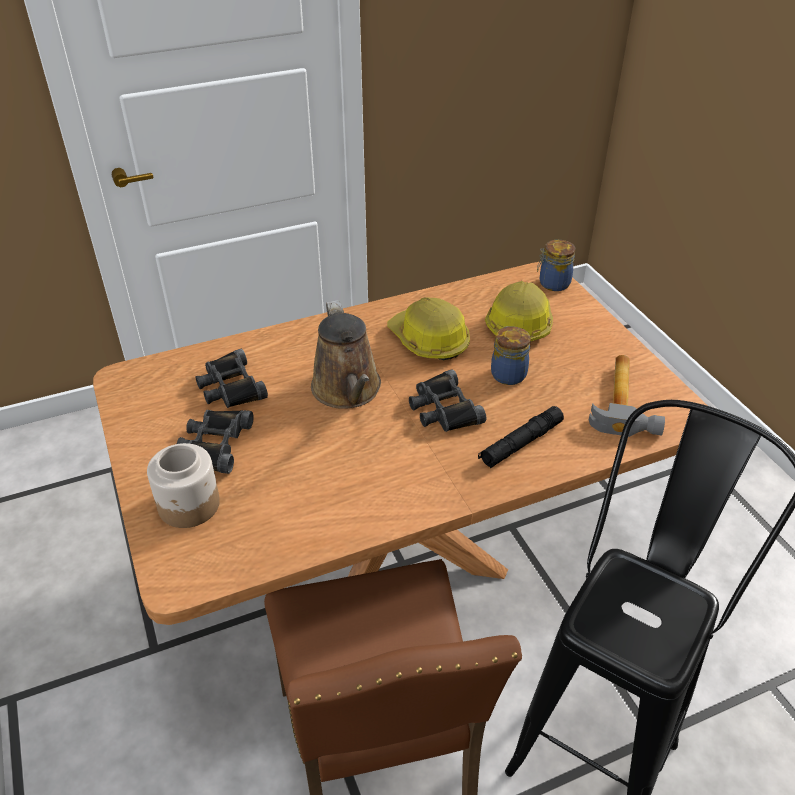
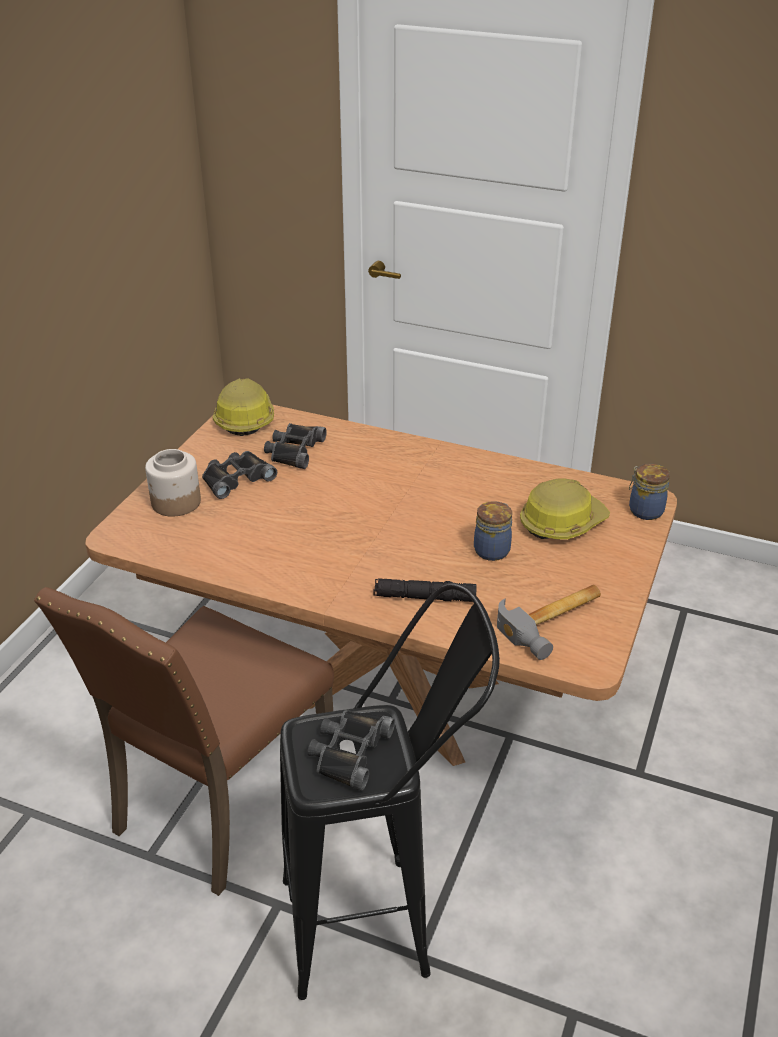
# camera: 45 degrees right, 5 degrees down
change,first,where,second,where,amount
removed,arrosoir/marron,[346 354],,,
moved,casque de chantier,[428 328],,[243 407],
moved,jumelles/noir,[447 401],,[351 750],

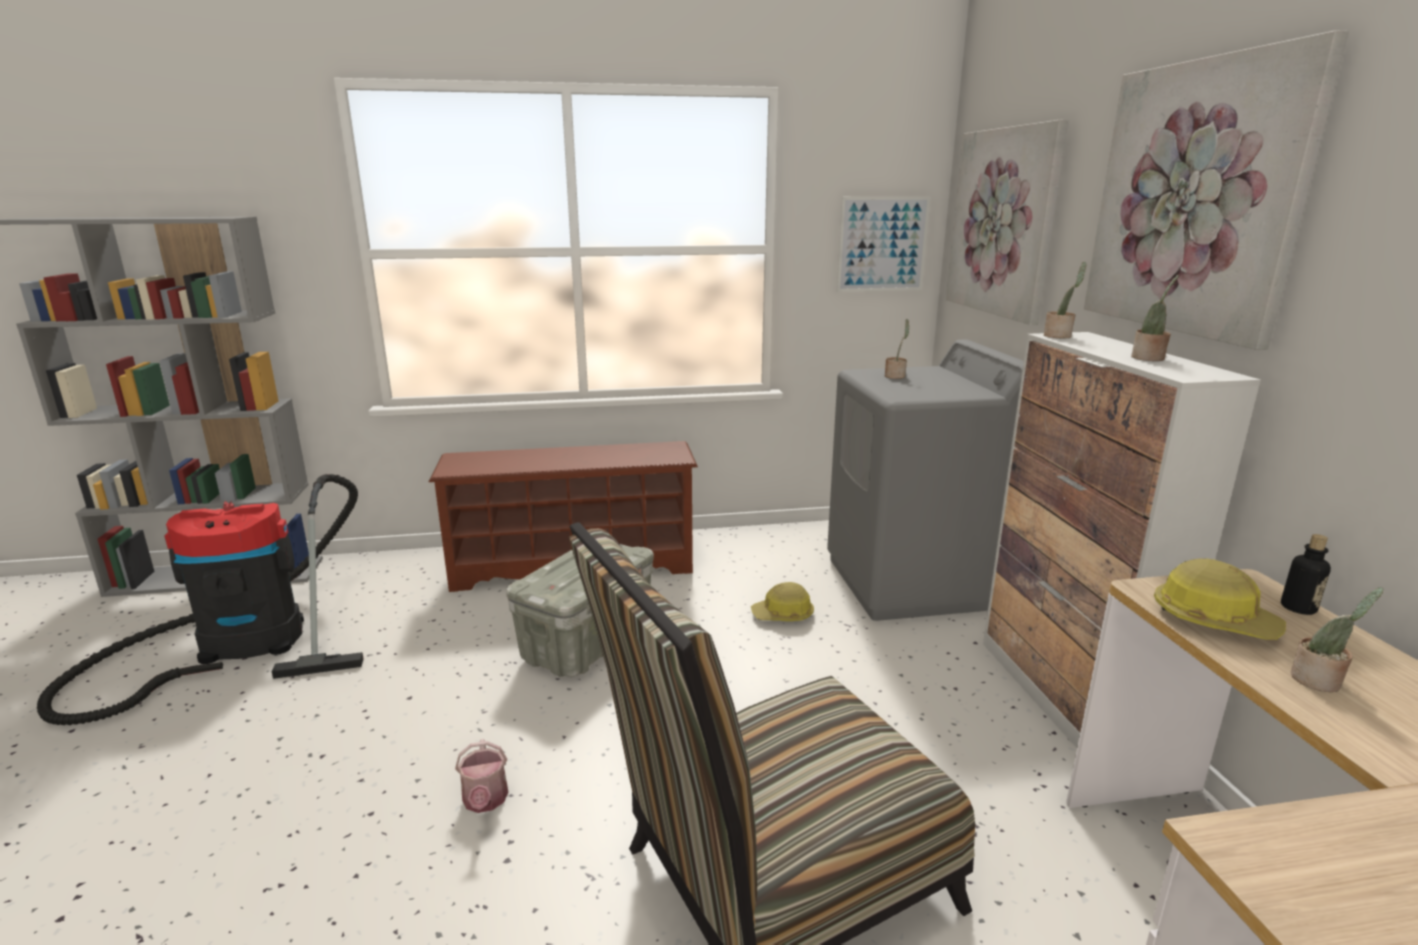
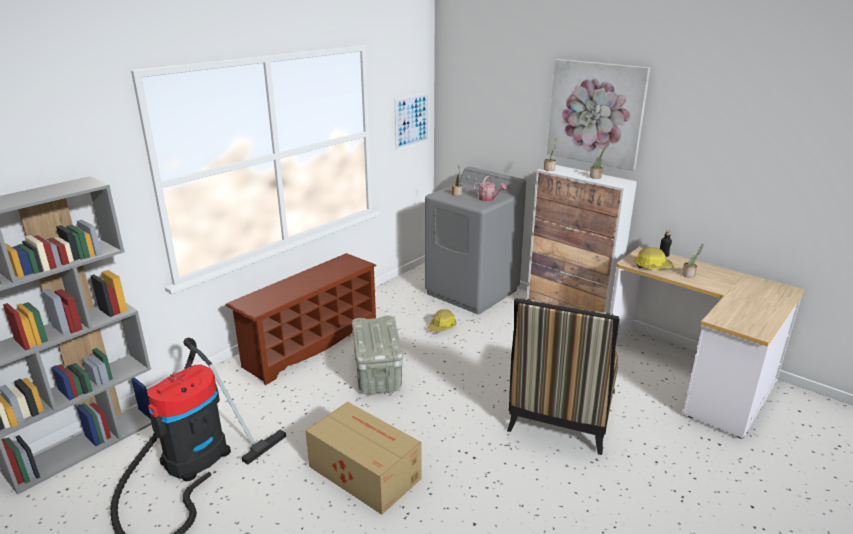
# camera: 40 degrees left, 5 degrees up
change,first,where,second,where,amount
moved,arrosoir,[481 776],,[490 189],
removed,tableau,[1007 222],,,
added,,,carton,[363 458],

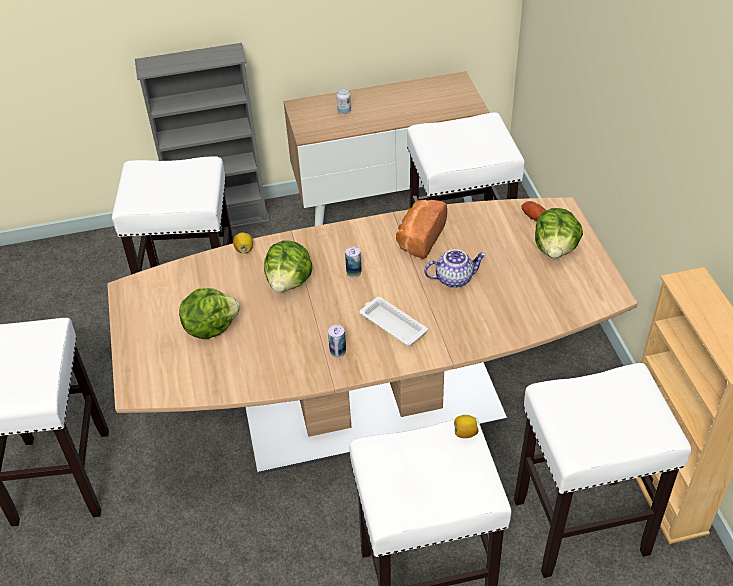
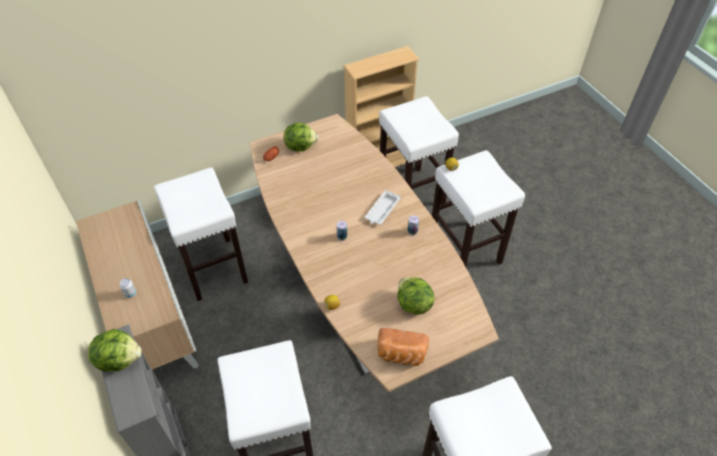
# camera: 105 degrees left, 5 degrees up
change,first,where,second,where,amount
moved,laitue,[288 266],,[115 350],
moved,pain,[421 229],,[403 347],
removed,théière,[455 268],,,

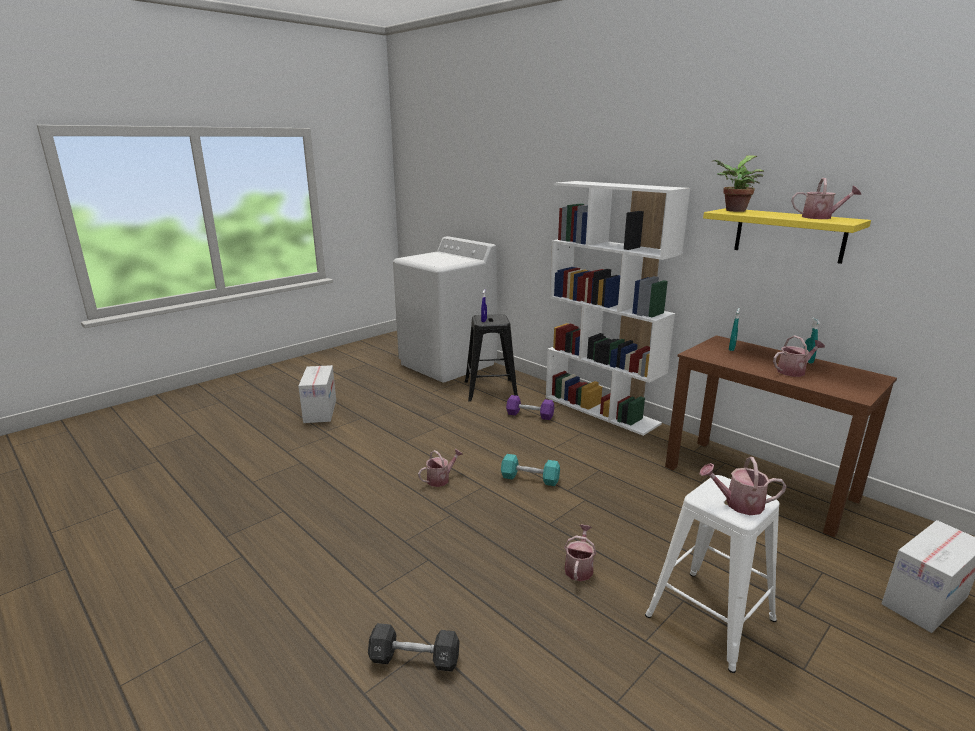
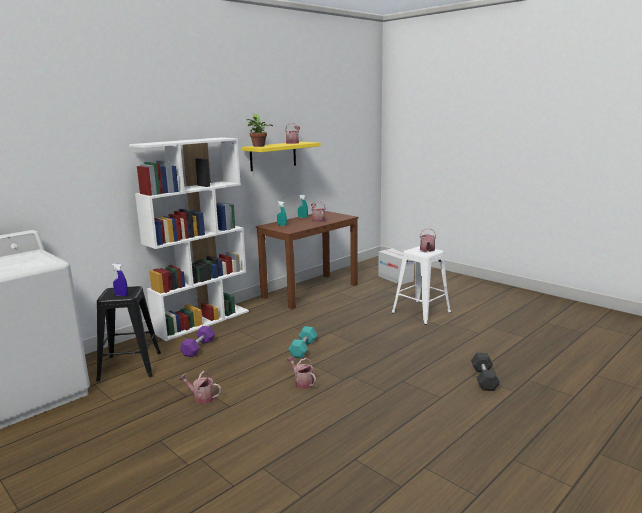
# camera: 90 degrees left, 5 degrees down
change,first,where,second,where,amount
removed,carton,[317 394],,,
moved,arrosoir,[580 552],,[200 387],

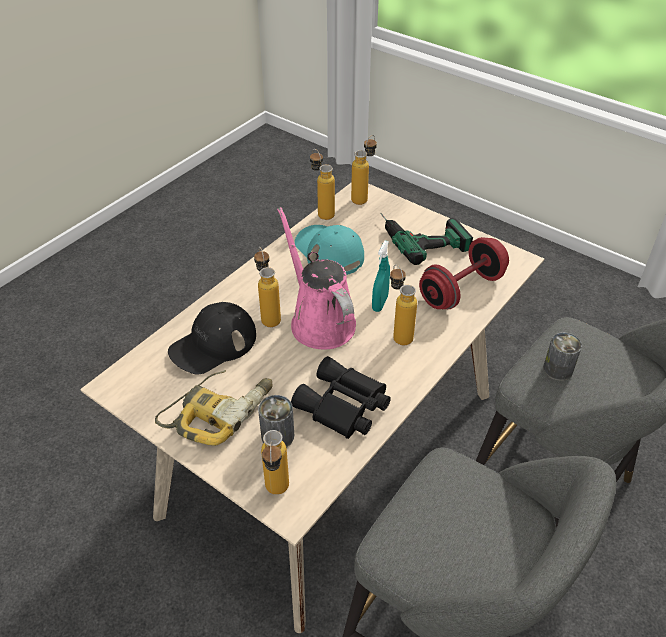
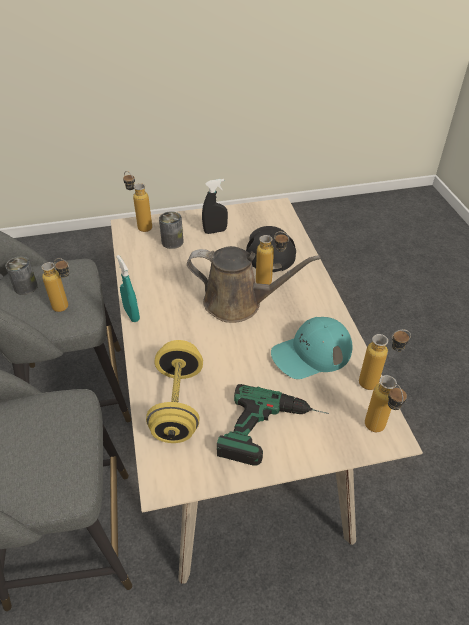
# camera: 130 degrees right, 0 degrees up
change,first,where,second,where,amount
replaced,perceuse,[214 408],vaporisateur/noir,[215 206],
recoloured,arrosoir/rose,[316 278],arrosoir/marron,[253 284],
removed,jumelles/noir,[341 397],,,
turned,casquette/turquoise,[329 250],,[312 348],150 degrees clockwise
moved,vaporisateur/turquoise,[381 276],,[128 288],
moved,bouteille,[403 305],,[55 285],
recoloured,haltère/rouge,[464 273],haltère/jaune,[174 391],
moved,boîte métallique,[562 356],,[22 276],

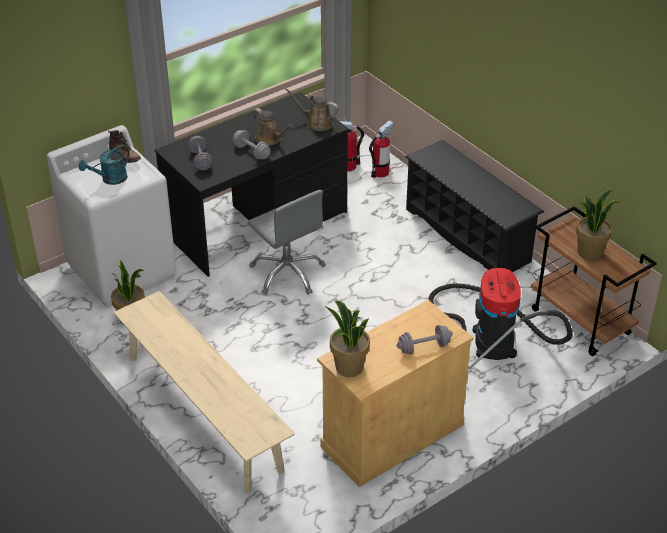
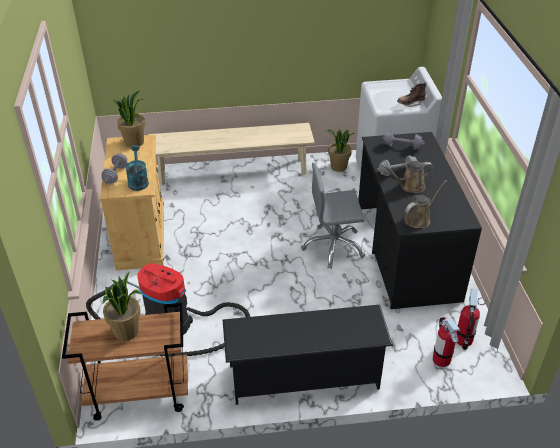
# camera: 120 degrees right, 0 degrees up
change,first,where,second,where,amount
moved,arrosoir/turquoise,[104 165],,[137 168],

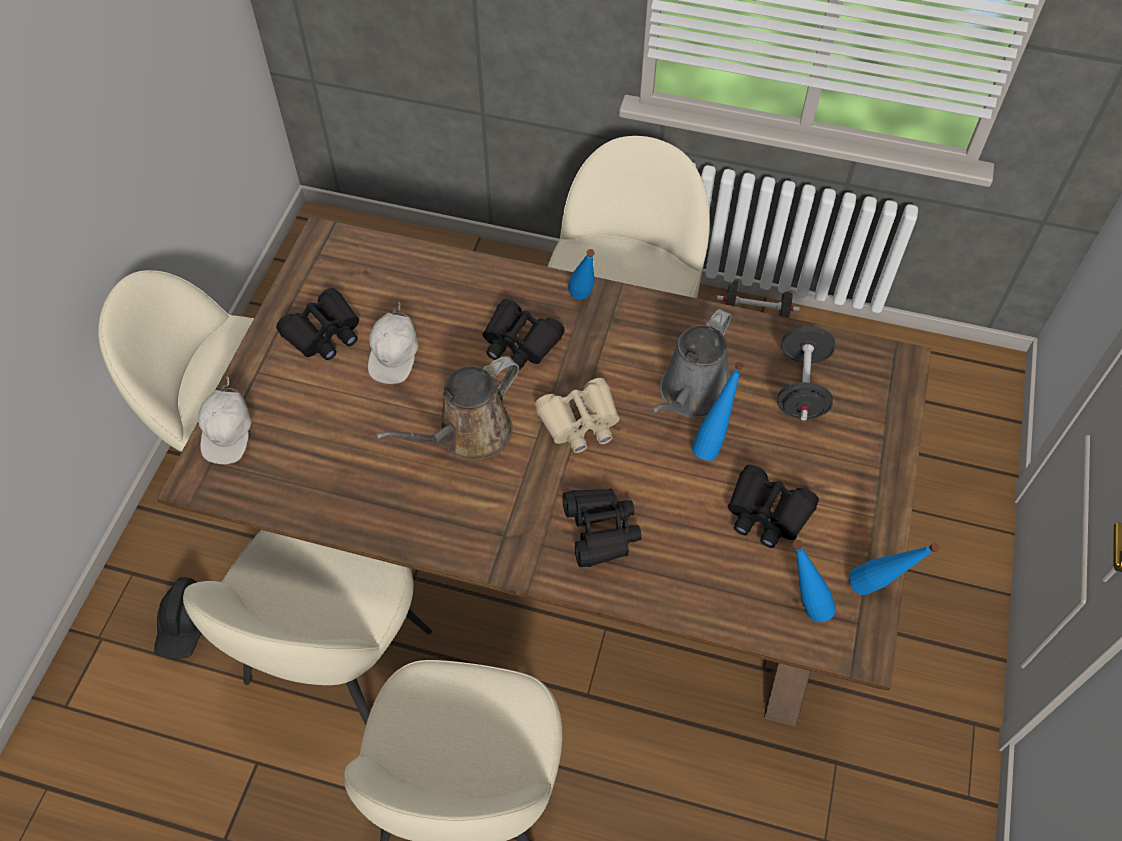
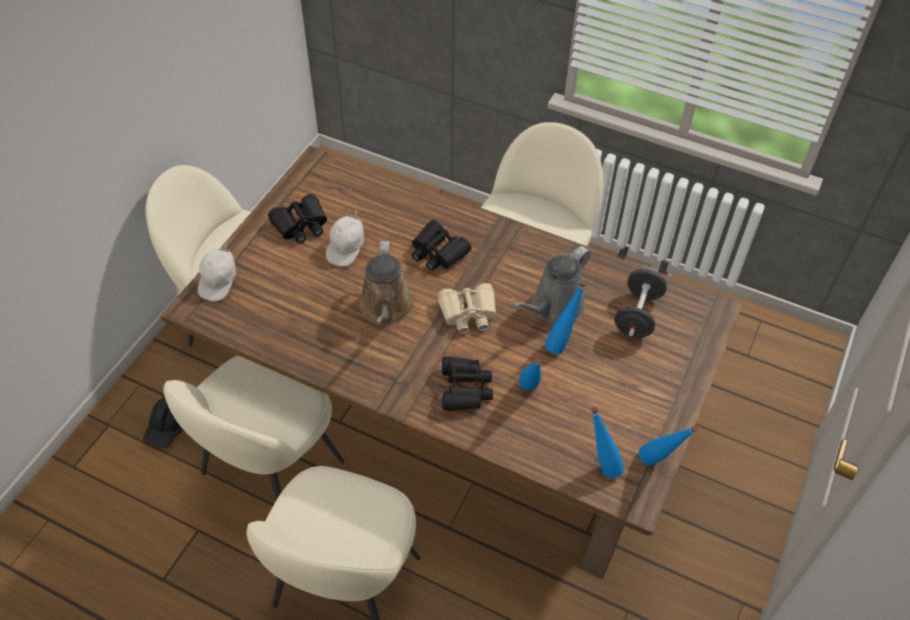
# camera: 10 degrees right, 5 degrees down
change,first,where,second,where,amount
turned,arrosoir/marron,[447 408],,[386 283],60 degrees counterclockwise
moved,bouteille/bleu,[581 274],,[530 374],
removed,jumelles/noir,[773 506],,,

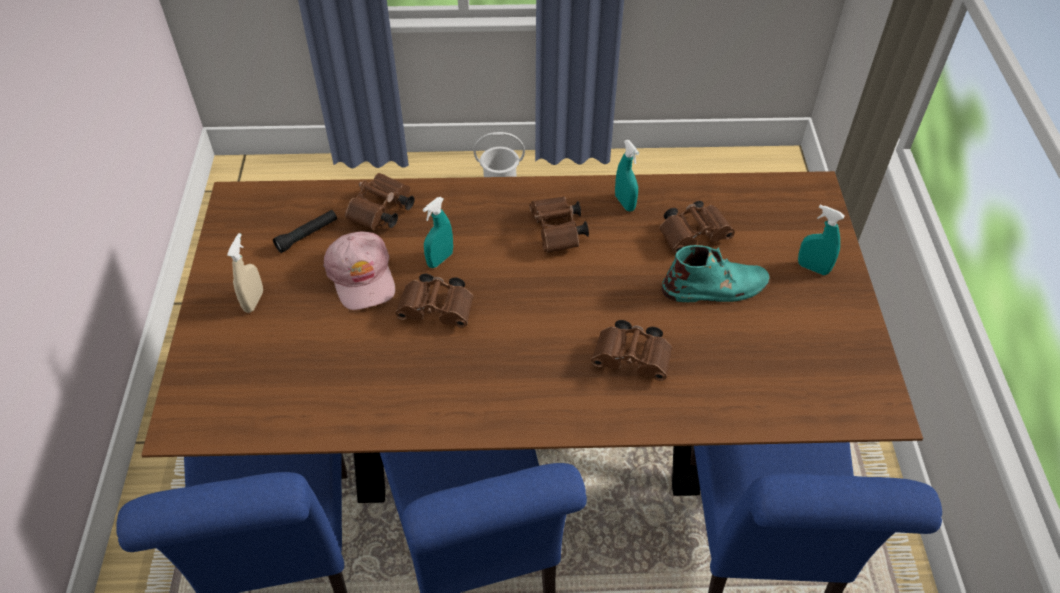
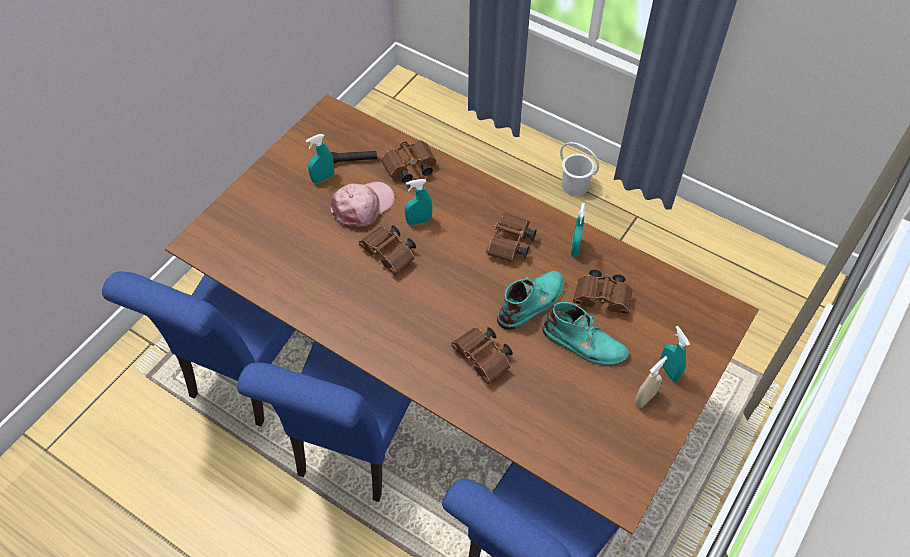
# camera: 35 degrees right, 5 degrees up
change,first,where,second,where,amount
moved,vaporisateur/beige,[245 273],,[651 382],
turned,casquette/rose,[359 271],,[362 204],150 degrees counterclockwise
added,,,vaporisateur/turquoise,[320 158],
added,,,botte/turquoise,[530 300],

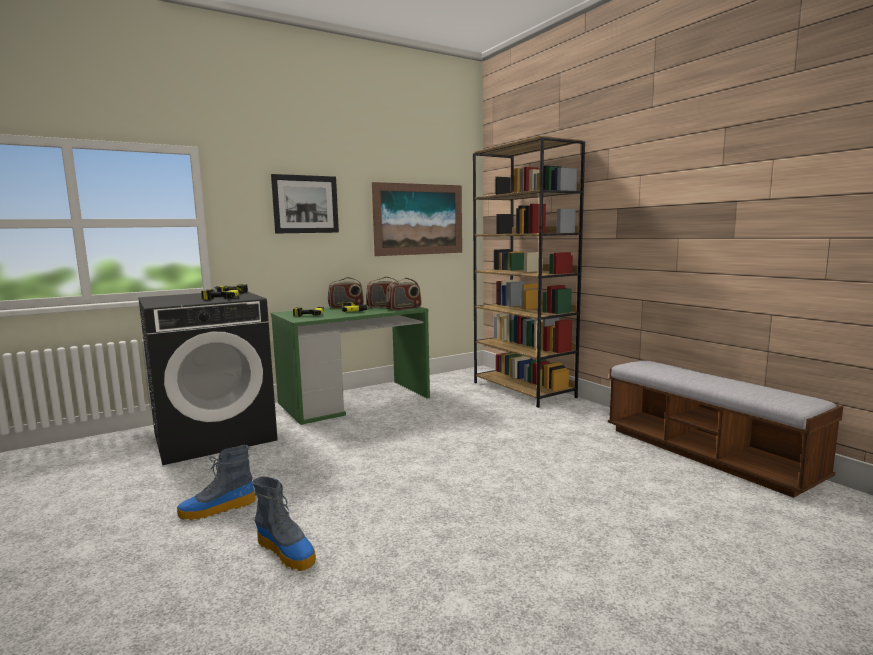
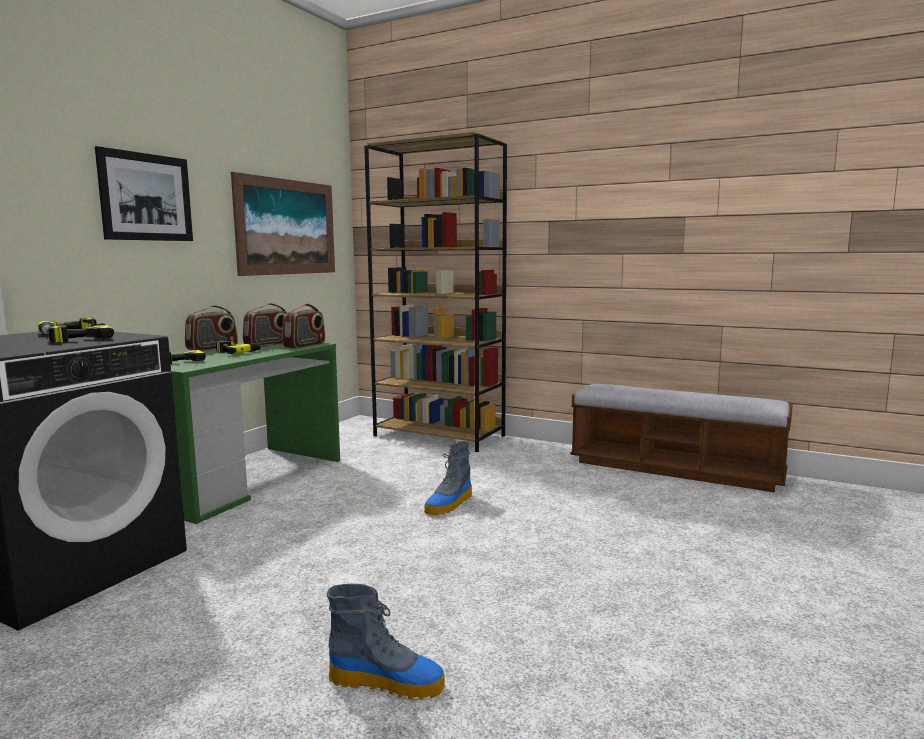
# camera: 30 degrees left, 0 degrees up
change,first,where,second,where,amount
moved,botte,[216 482],,[448 478],

